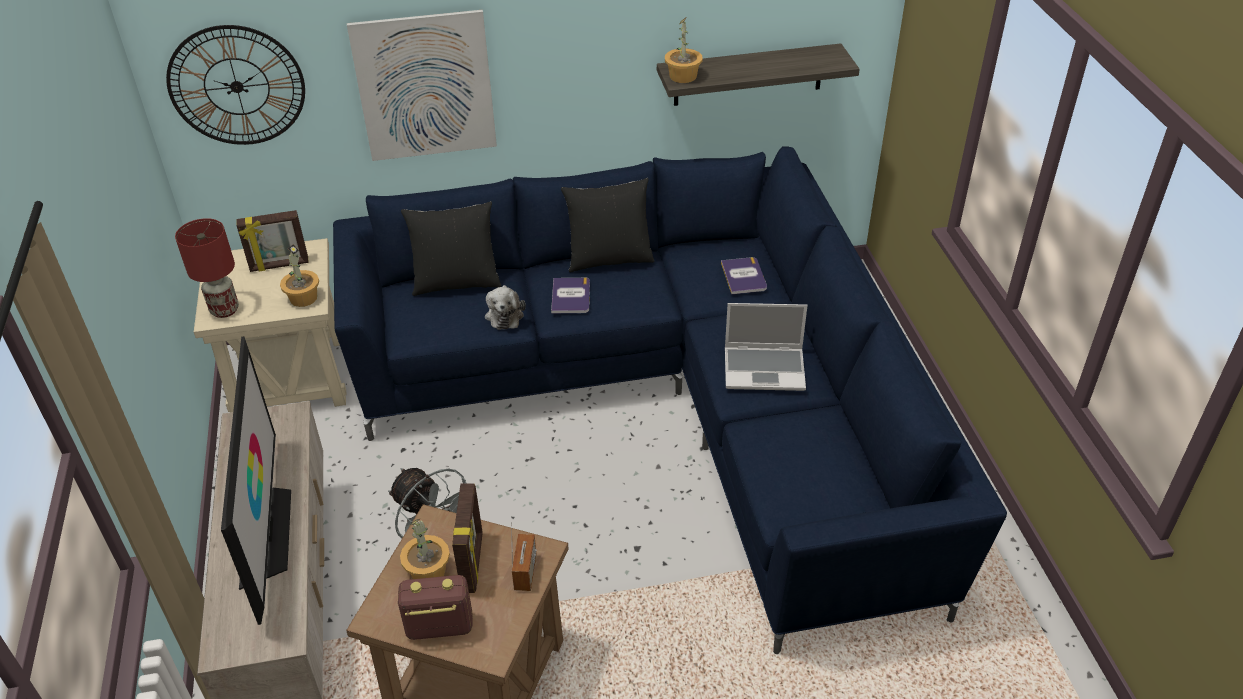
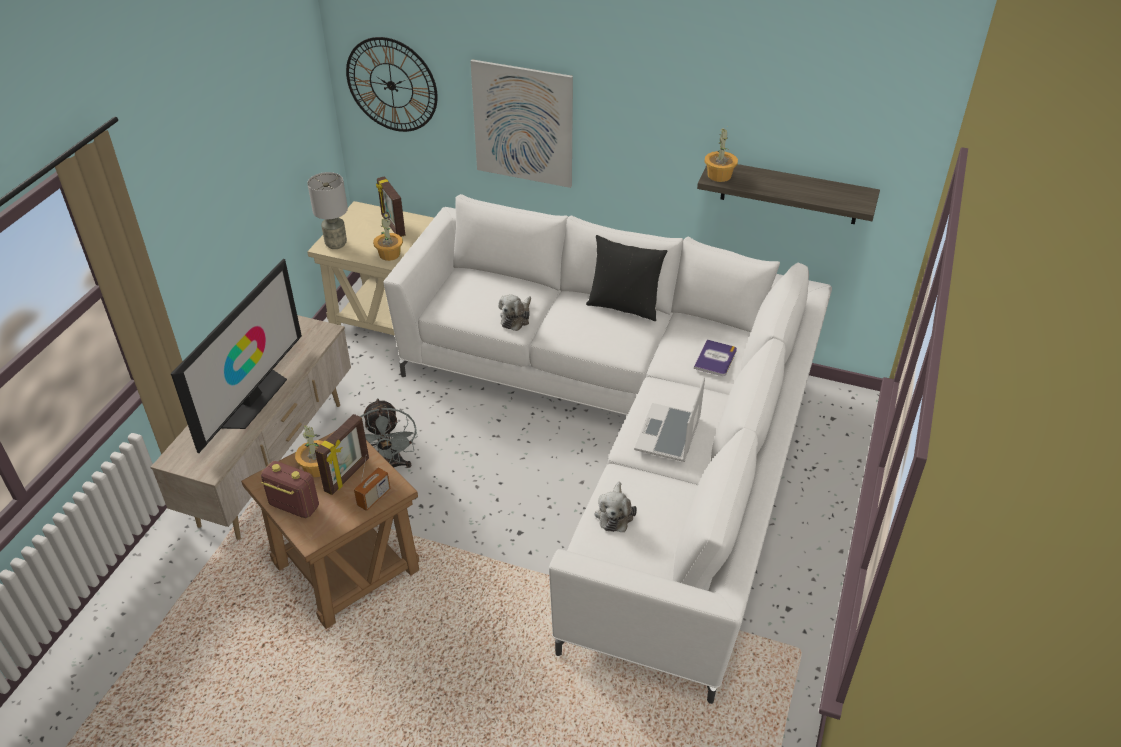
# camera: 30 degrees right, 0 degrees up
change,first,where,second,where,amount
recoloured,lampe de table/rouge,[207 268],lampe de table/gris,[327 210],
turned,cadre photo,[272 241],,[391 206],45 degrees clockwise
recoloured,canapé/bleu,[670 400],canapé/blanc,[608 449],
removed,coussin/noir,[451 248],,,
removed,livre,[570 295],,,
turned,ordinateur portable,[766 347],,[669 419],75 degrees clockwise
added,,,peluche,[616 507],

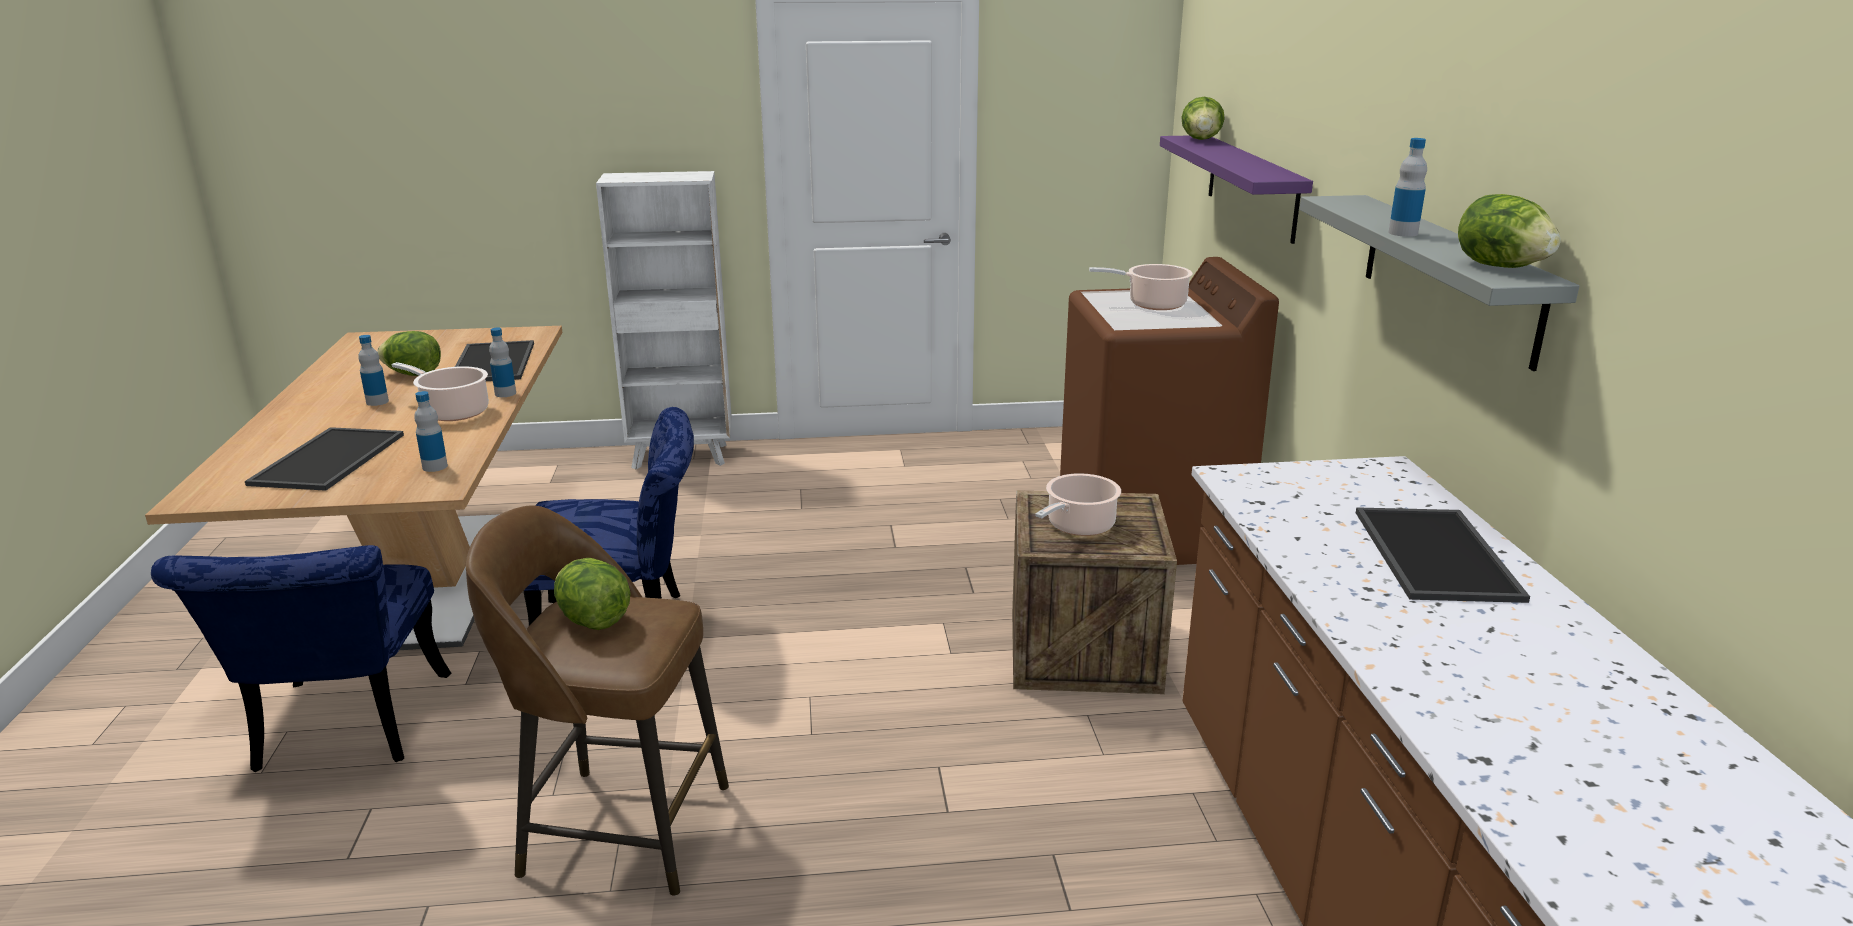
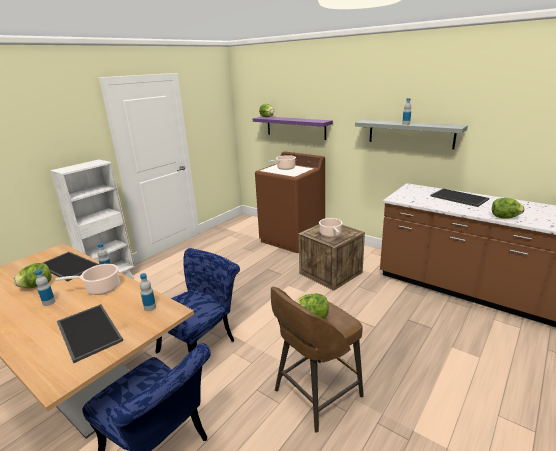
# camera: 45 degrees left, 0 degrees up
change,first,where,second,where,amount
moved,laitue,[1509 231],,[508 208],

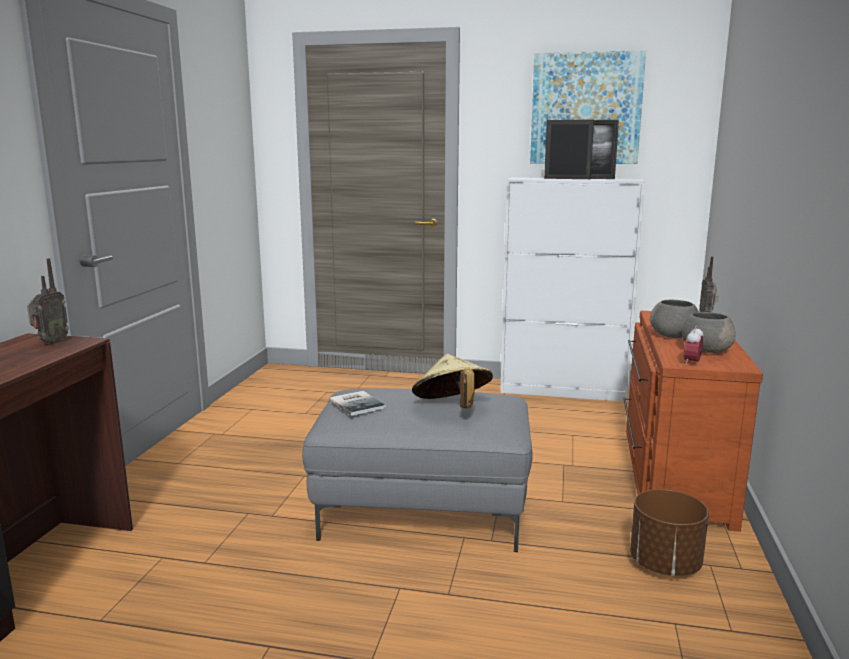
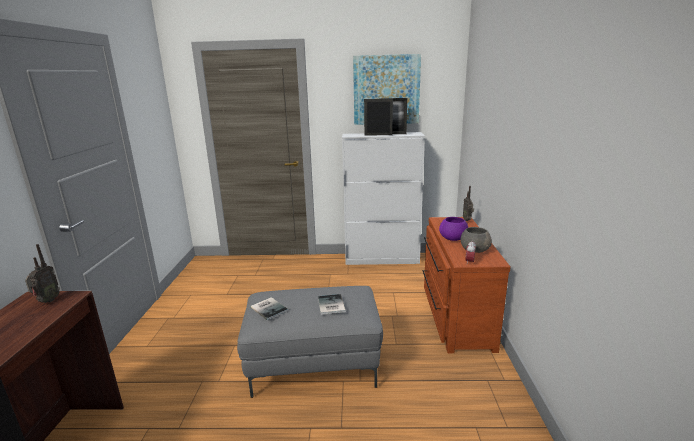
# camera: 10 degrees left, 5 degrees up
change,first,where,second,where,amount
replaced,chapeau/beige,[452 381],livre,[332 304],
removed,cache-pot/marron,[669 532],,,
recoloured,bol/gris,[674 319],bol/violet,[453 229],

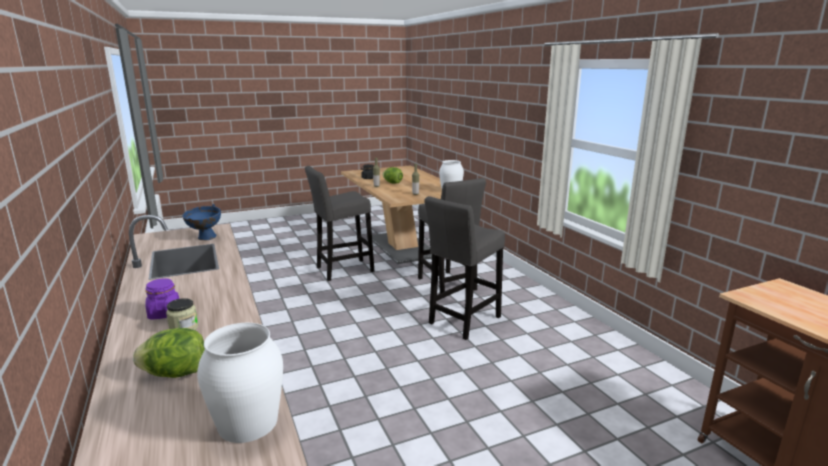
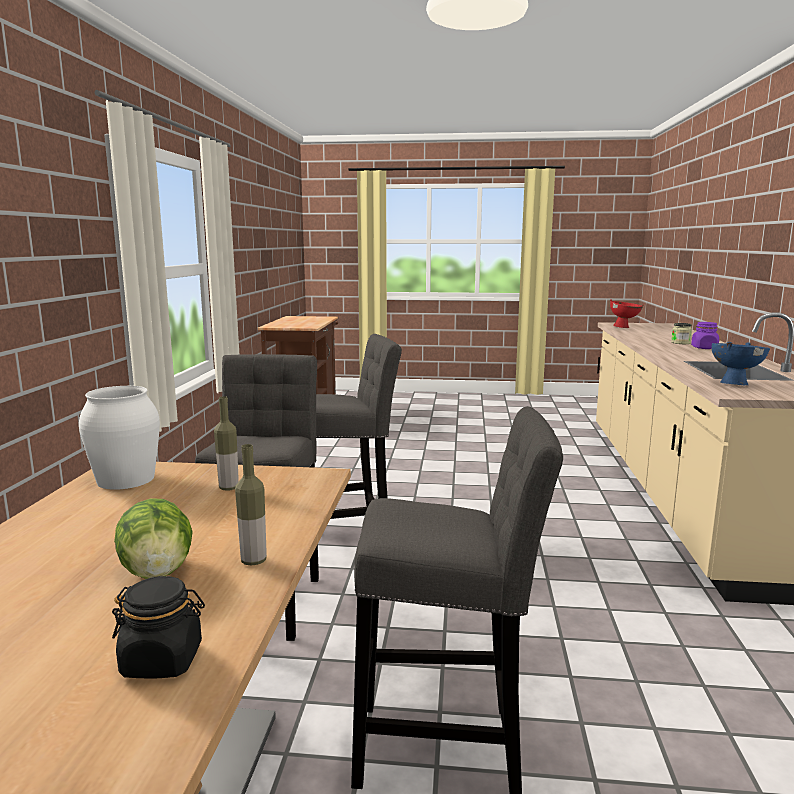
# camera: 150 degrees left, 5 degrees down
change,first,where,second,where,amount
removed,laitue,[169 353],,,
replaced,vase/blanc,[240 383],bol/rouge,[626 313],

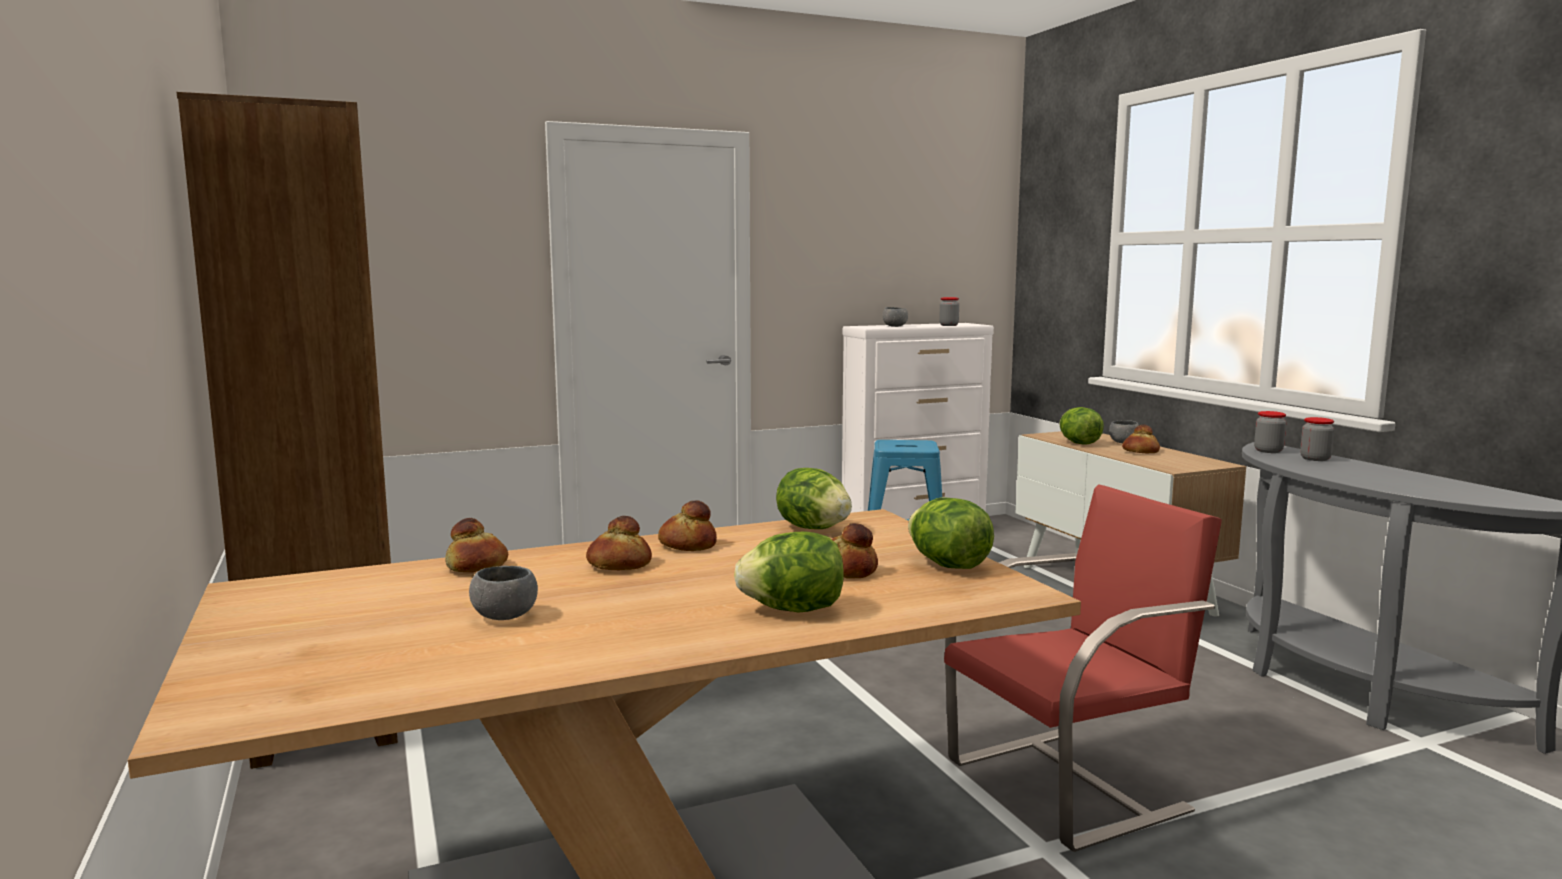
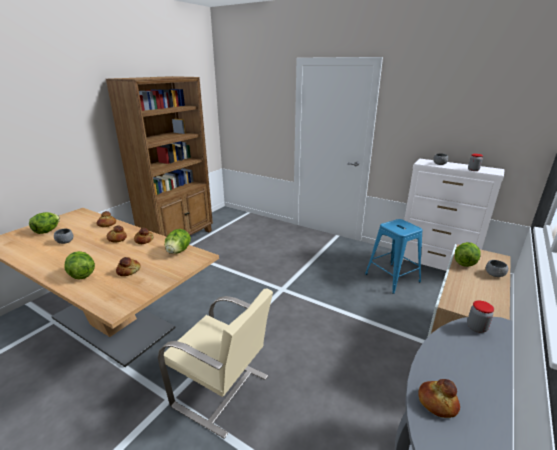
# camera: 55 degrees right, 15 degrees up
change,first,where,second,where,amount
moved,laitue,[951 533],,[44 223],
recoloured,chaise/rouge,[1083 668],chaise/beige,[215 364],
moved,pain,[1141 439],,[439 398],
removed,bocal,[1317 439],,,

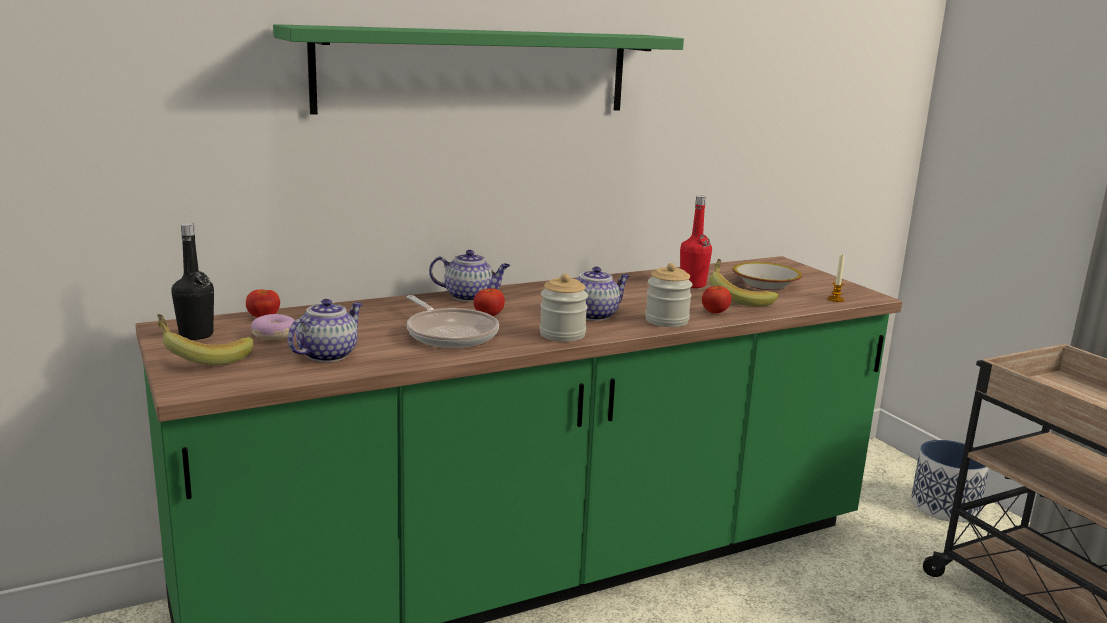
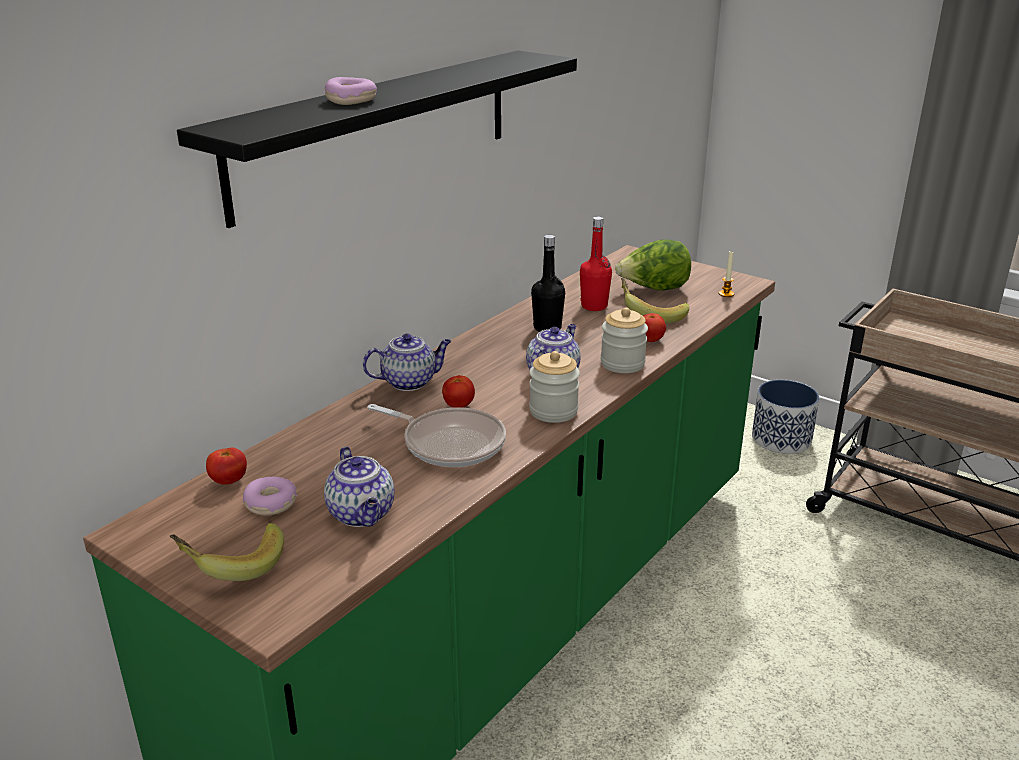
# camera: 25 degrees left, 10 degrees up
change,first,where,second,where,amount
moved,bouteille/noir,[192 281],,[548 283],
recoloured,étagère/vert,[478 69],étagère/noir,[377 139],
turned,théière,[325 330],,[359 486],150 degrees clockwise
replaced,bol,[767 276],laitue,[653 265],
added,,,beignet,[350 91],

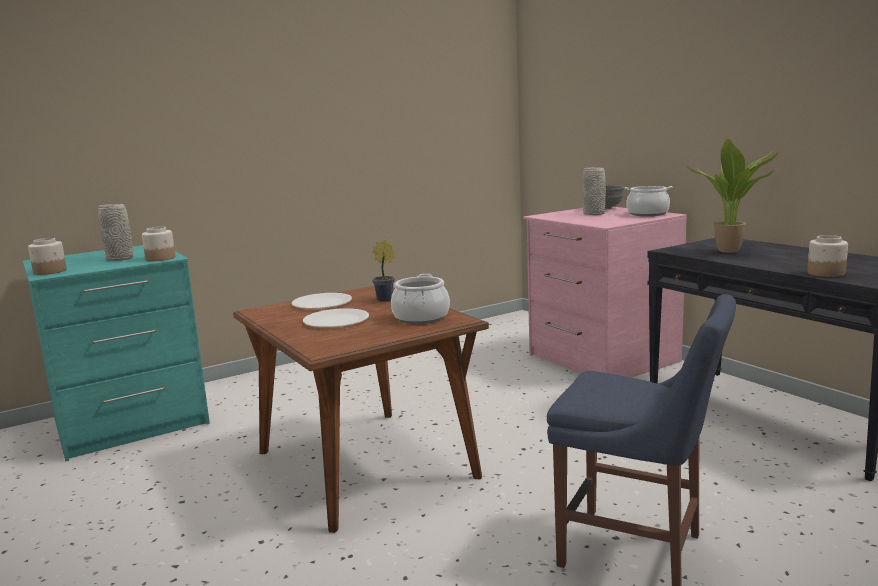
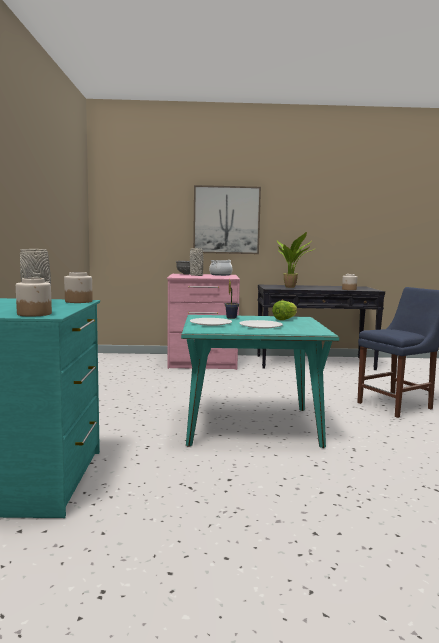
# camera: 60 degrees left, 5 degrees down
change,first,where,second,where,amount
recoloured,table à manger/marron,[361 409],table à manger/turquoise,[260 381],
replaced,marmite,[420 299],laitue,[284 310],
added,,,tableau,[227 219],

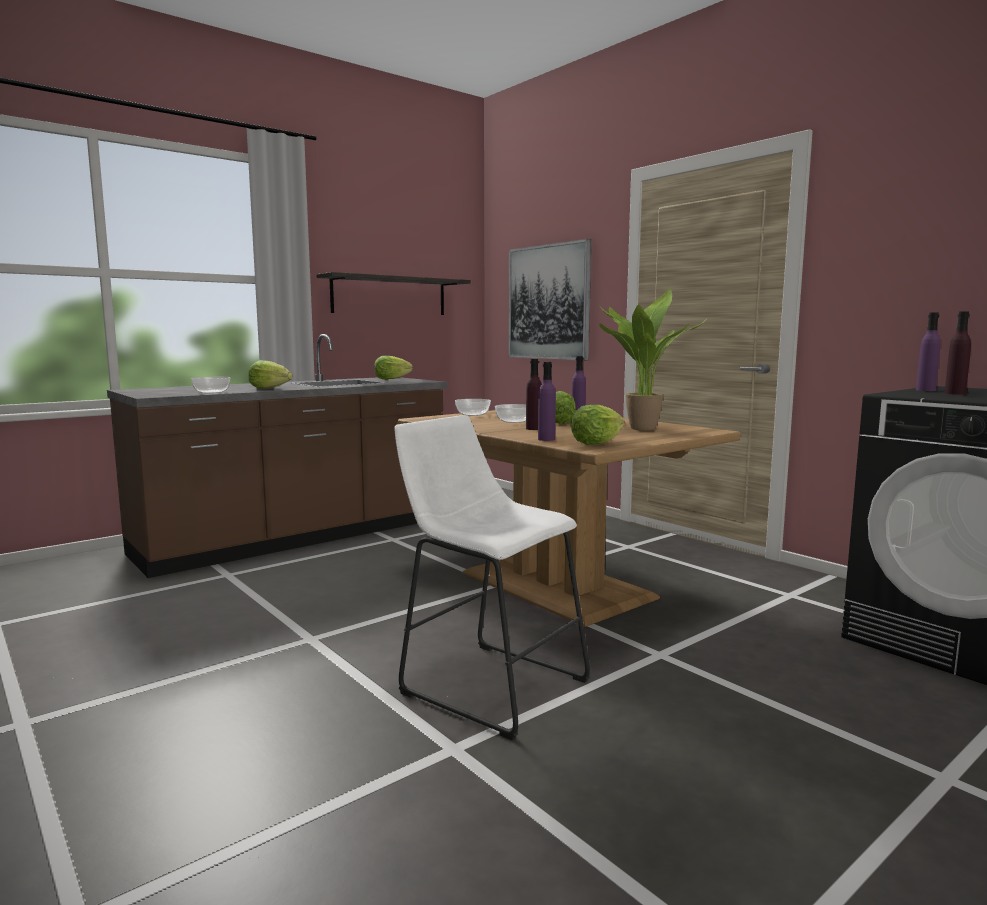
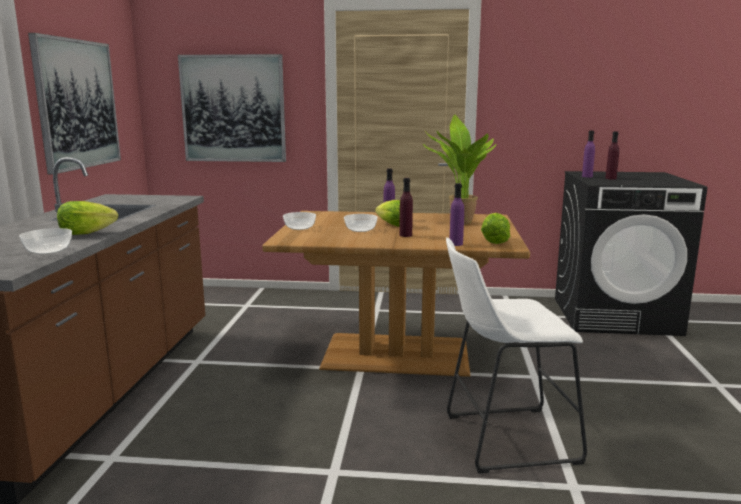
# camera: 45 degrees left, 5 degrees up
change,first,where,second,where,amount
replaced,étagère,[394 293],tableau,[74 103],
removed,laitue,[393 368],,,

